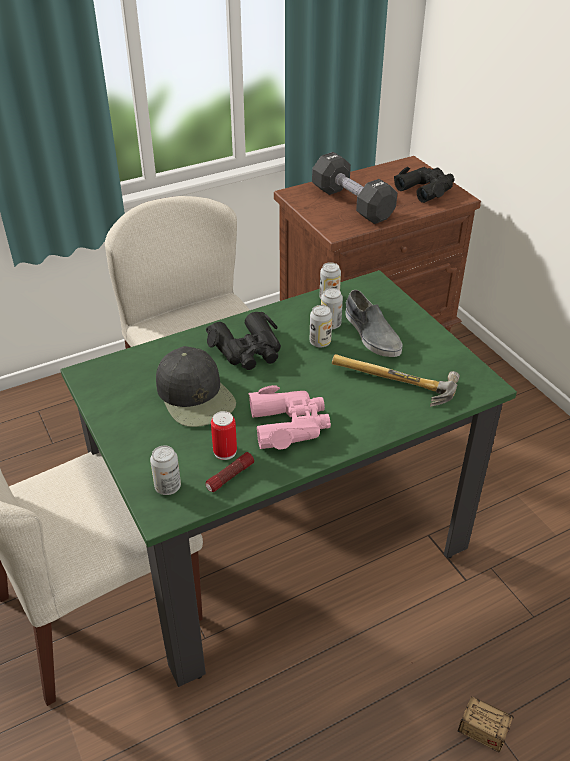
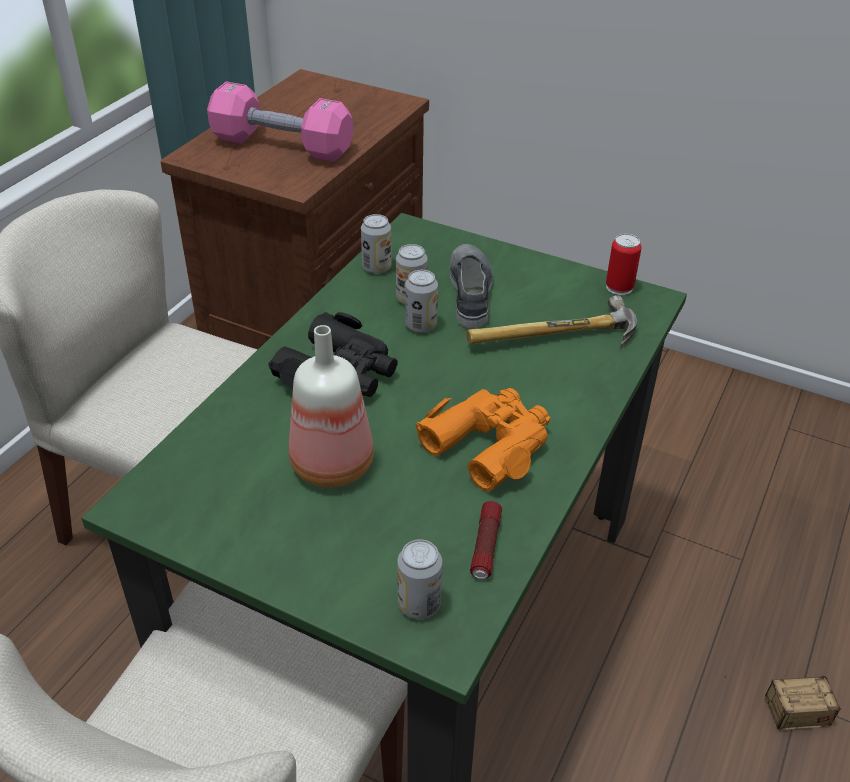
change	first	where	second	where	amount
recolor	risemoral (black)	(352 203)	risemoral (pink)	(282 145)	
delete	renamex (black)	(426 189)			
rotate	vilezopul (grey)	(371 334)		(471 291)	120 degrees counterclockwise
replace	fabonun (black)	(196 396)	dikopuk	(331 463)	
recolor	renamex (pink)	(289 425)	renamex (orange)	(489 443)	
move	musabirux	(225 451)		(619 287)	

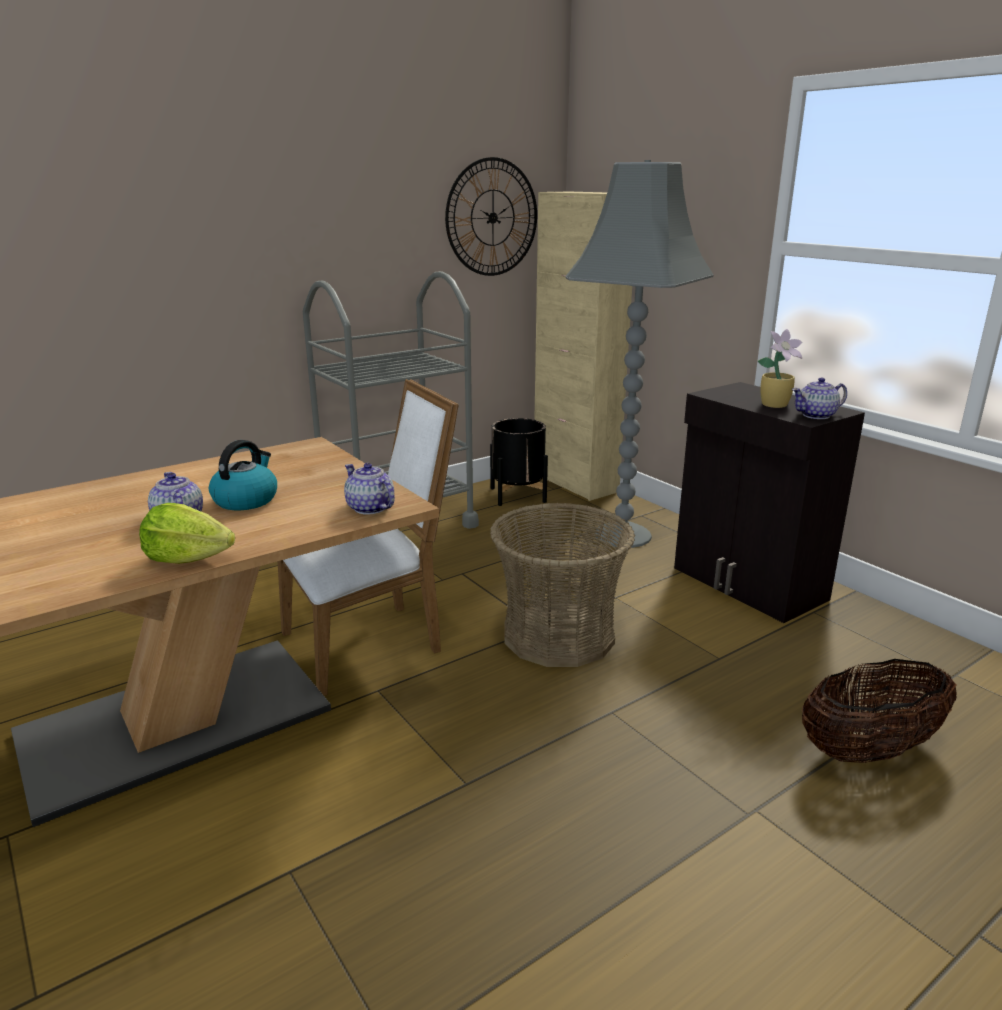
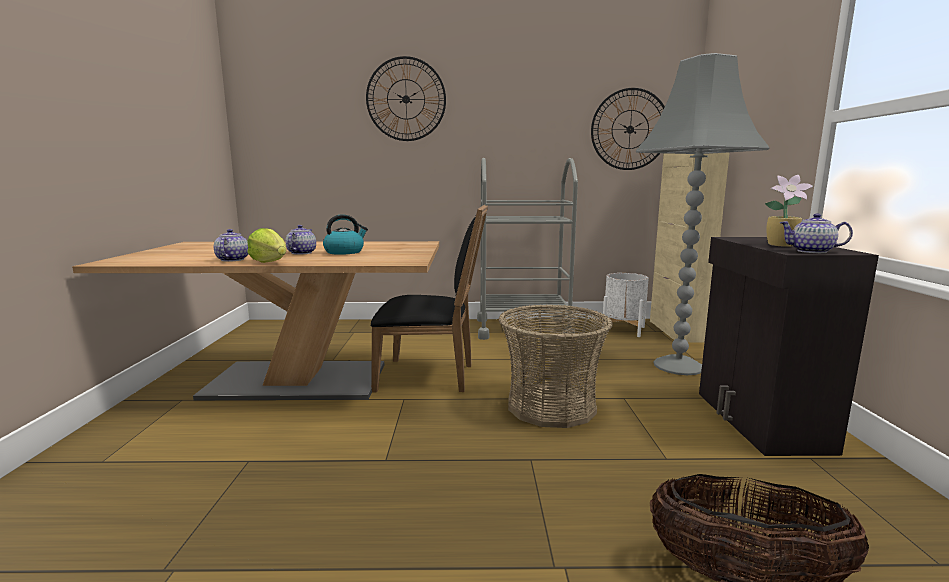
change	first	where	second	where	amount
recolor	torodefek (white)	(371 642)	torodefek (black)	(432 376)	
recolor	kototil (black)	(518 495)	kototil (white)	(623 329)	
move	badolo	(370 508)		(232 260)	
insert			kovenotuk	(406 99)	

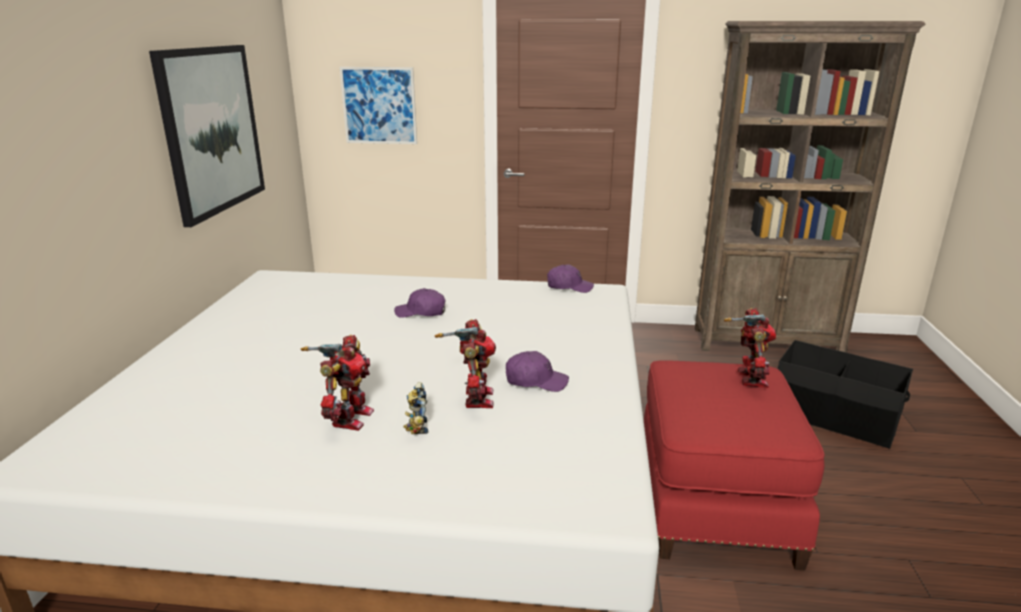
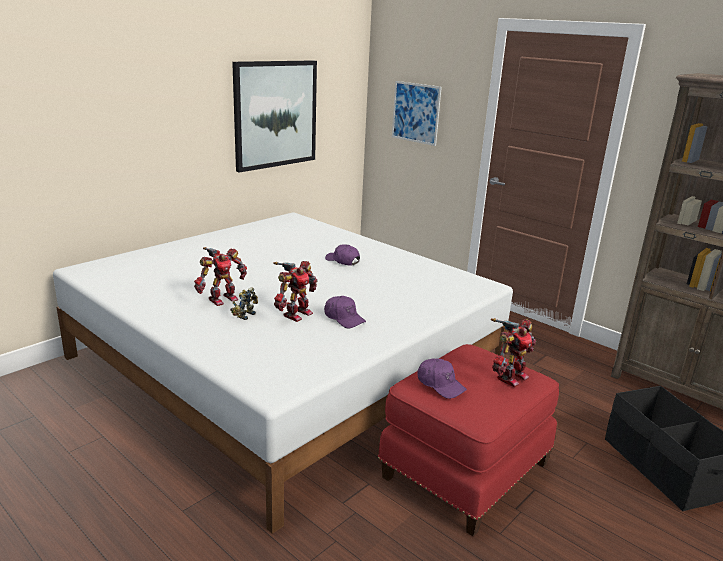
change	first	where	second	where	amount
move	fabonun (purple)	(569 287)		(440 384)	

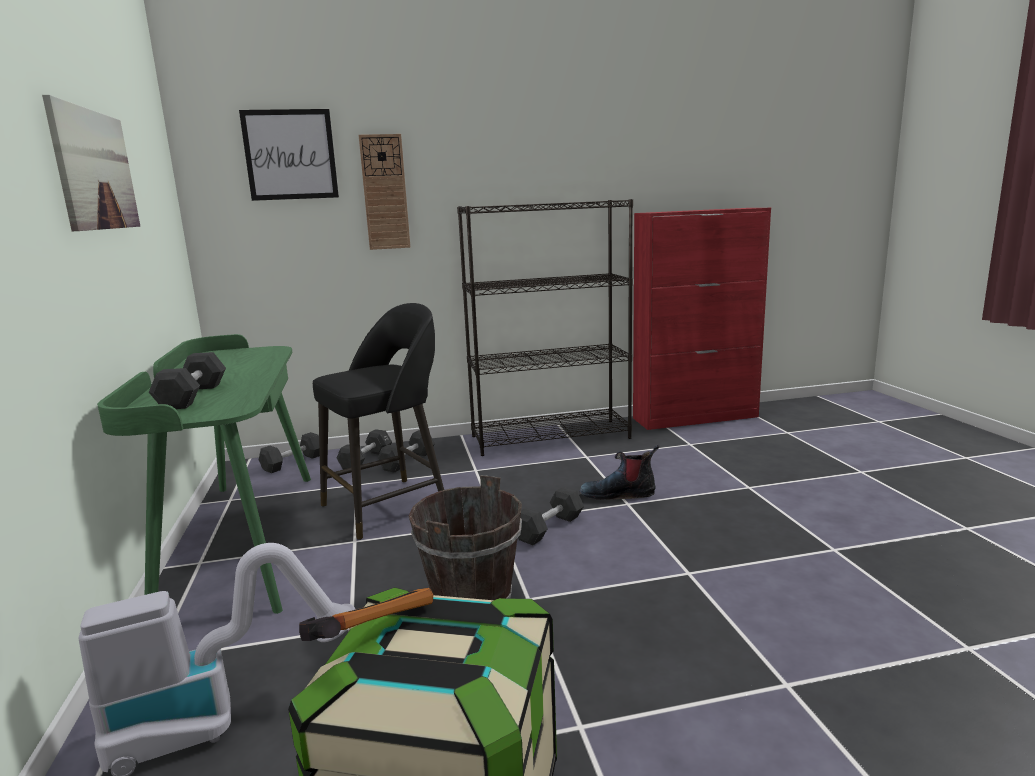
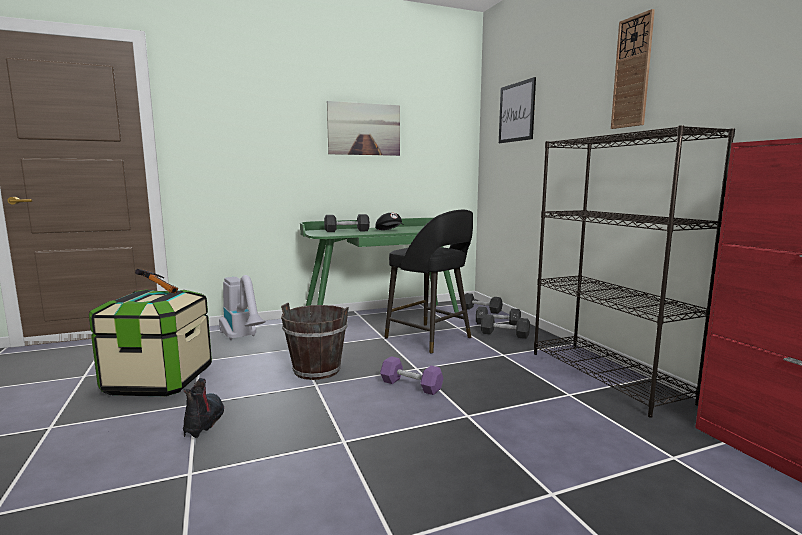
change	first	where	second	where	amount
move	kovenotuk	(385 192)		(632 72)	
move	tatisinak	(618 494)		(204 421)	
recolor	risemoral (black)	(549 528)	risemoral (purple)	(411 385)	
insert			fabonun (black)	(390 231)	

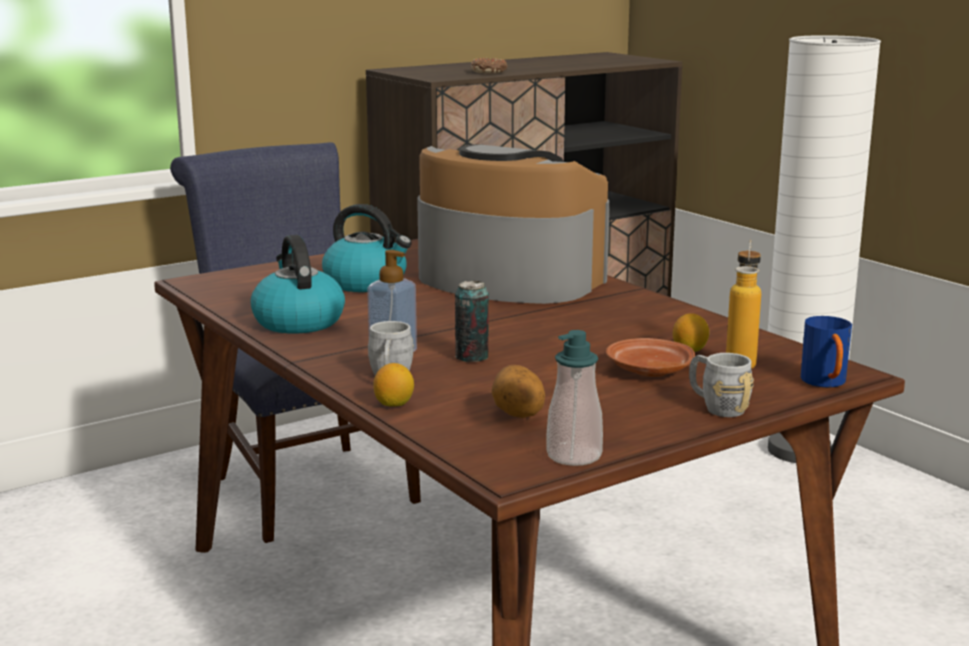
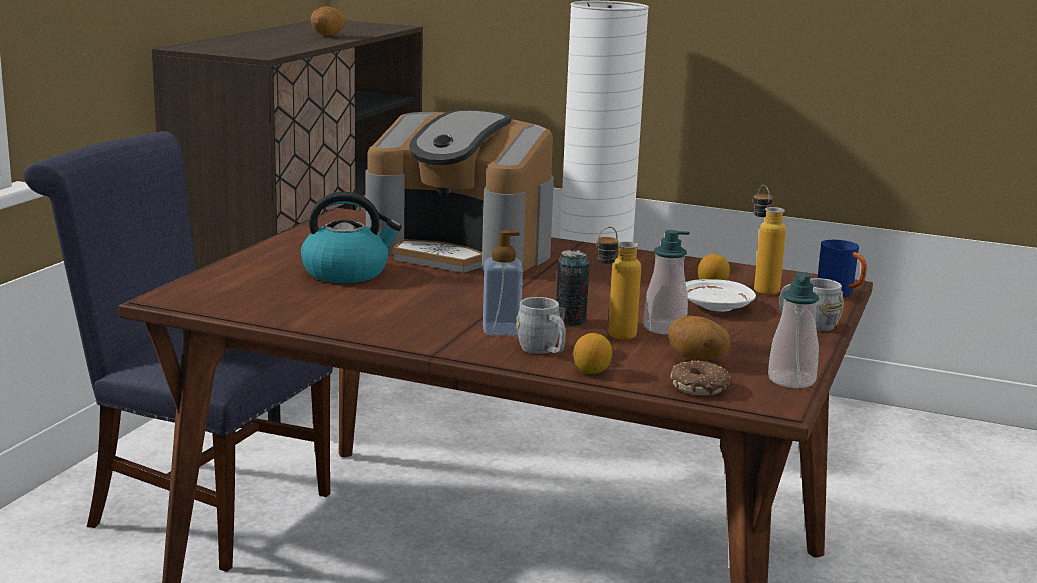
change	first	where	second	where	amount
move	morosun	(489 72)		(700 387)	
rotate	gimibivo	(507 279)		(462 250)	150 degrees counterclockwise
delete	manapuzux	(297 321)			
recolor	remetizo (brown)	(649 370)	remetizo (white)	(715 307)	
insert			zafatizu	(327 35)	
insert			dikopuk	(612 338)	
insert			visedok	(664 328)	

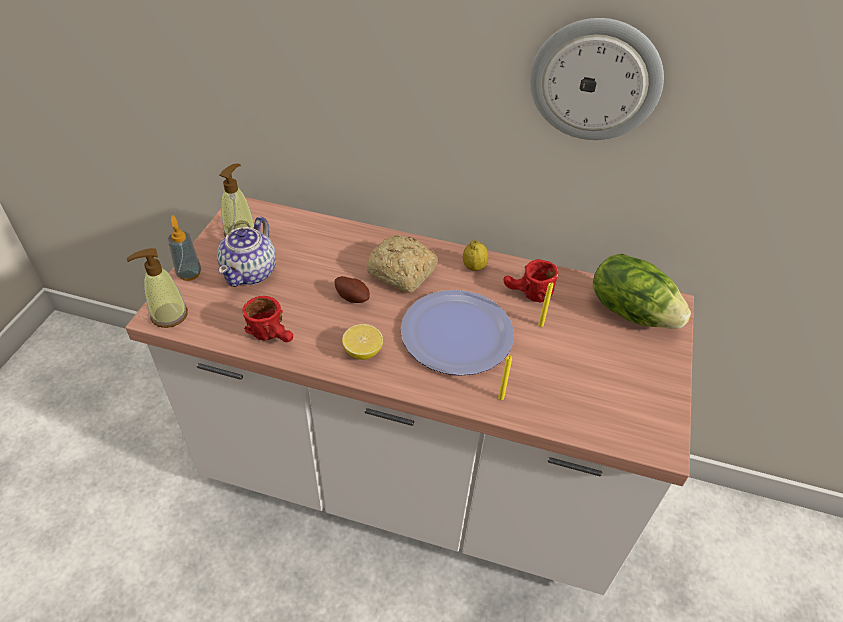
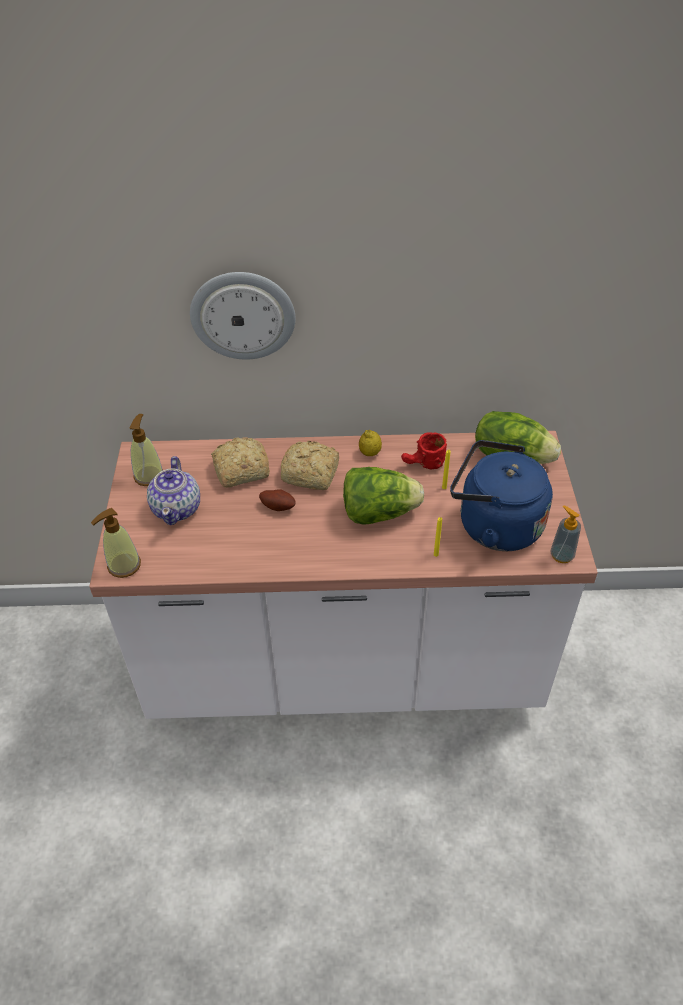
change	first	where	second	where	amount
move	kovenotuk	(595 80)		(243 315)	
move	visedok	(189 273)		(561 555)	
replace	remetizo	(456 333)	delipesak	(379 513)	
delete	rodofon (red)	(274 335)			
delete	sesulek	(363 351)			
insert			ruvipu	(239 470)	
insert			manapuzux (blue)	(494 525)	

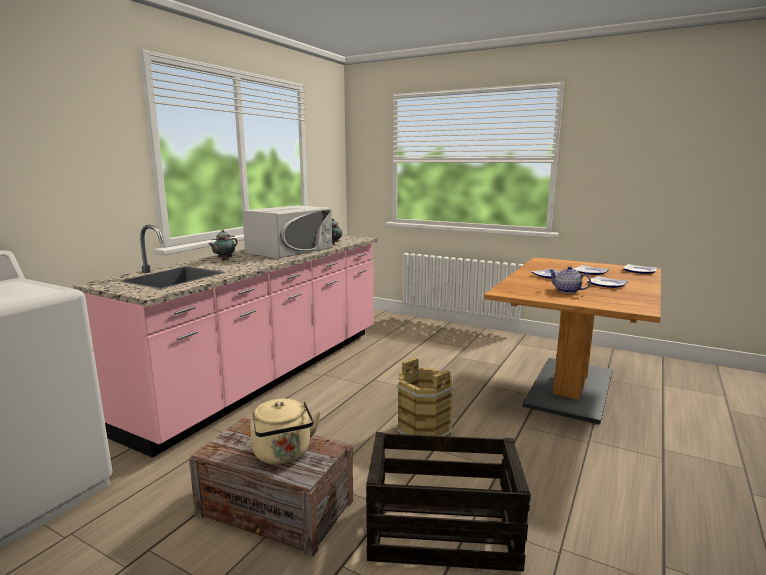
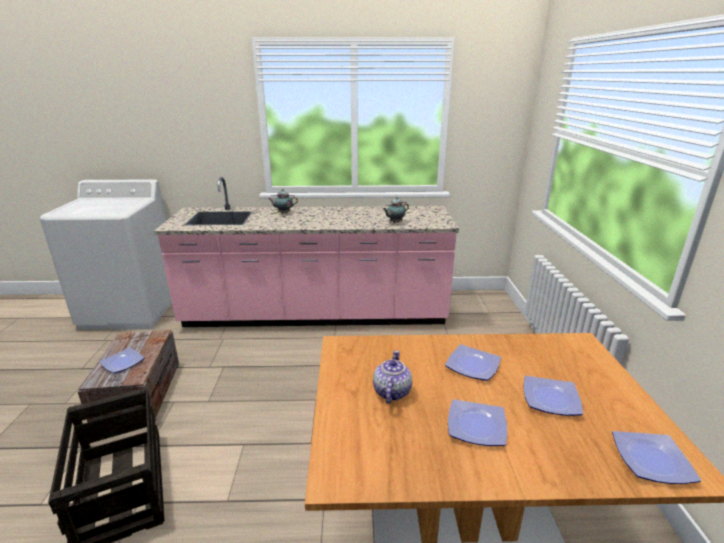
change	first	where	second	where	amount
delete	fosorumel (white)	(290 250)			
delete	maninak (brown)	(424 430)			
replace	manapuzux (beige)	(283 454)	remetizo	(122 363)	

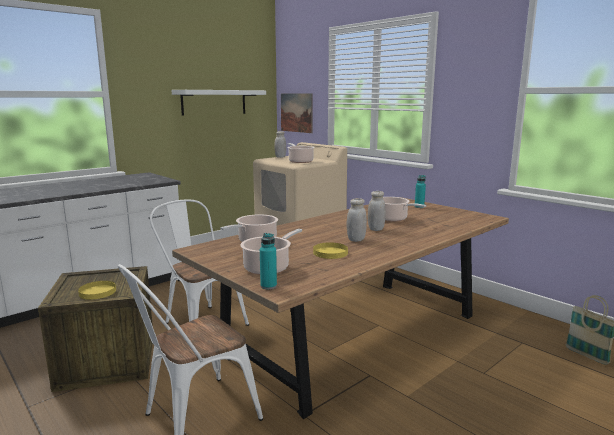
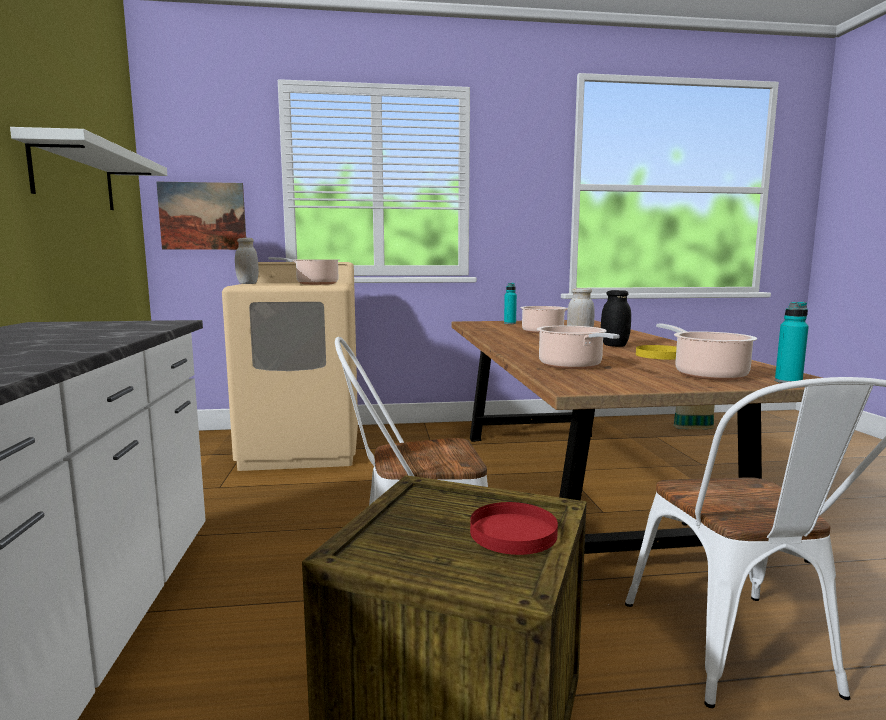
change	first	where	second	where	amount
recolor	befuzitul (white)	(356 239)	befuzitul (black)	(614 345)	
recolor	remetizo (yellow)	(98 292)	remetizo (red)	(513 532)	

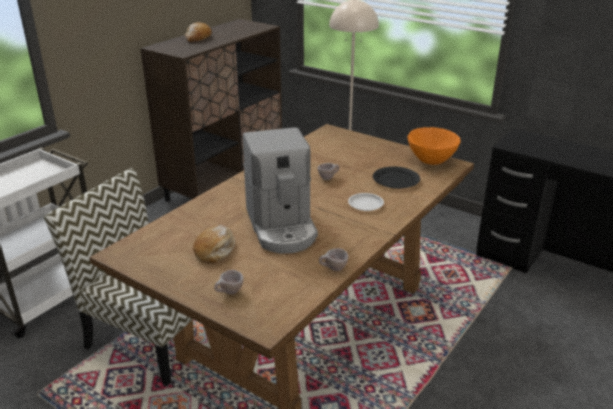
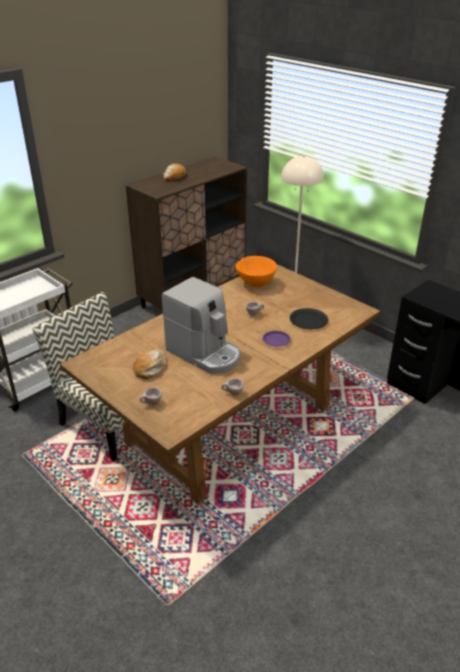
change	first	where	second	where	amount
rotate	gimibivo	(282 226)		(205 353)	45 degrees counterclockwise
move	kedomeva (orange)	(431 161)		(255 283)	
recolor	remetizo (white)	(366 204)	remetizo (purple)	(276 340)	

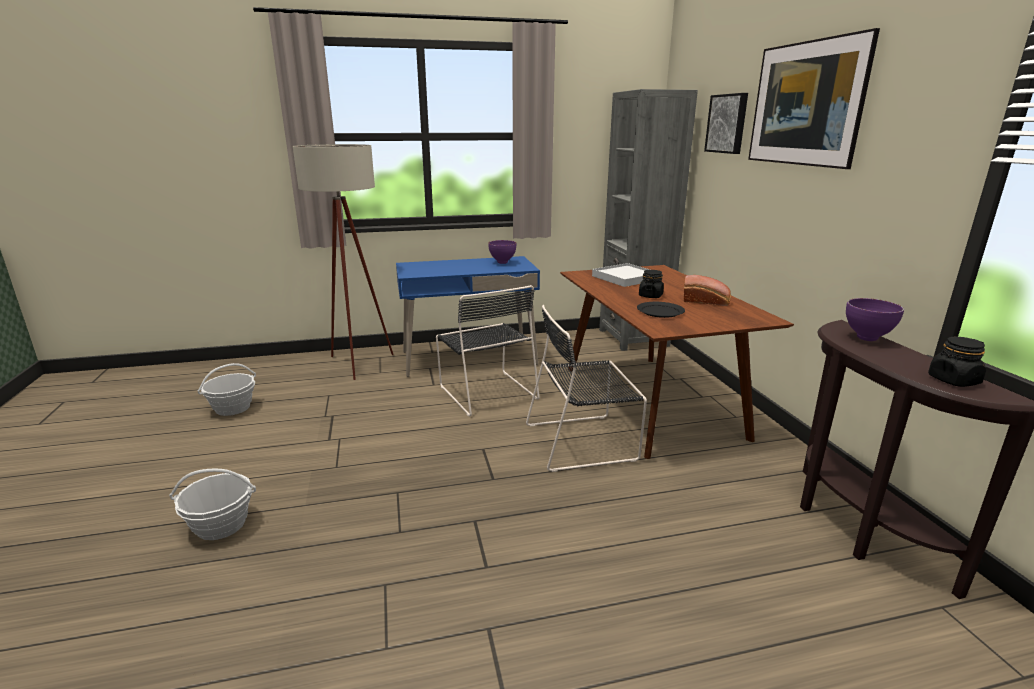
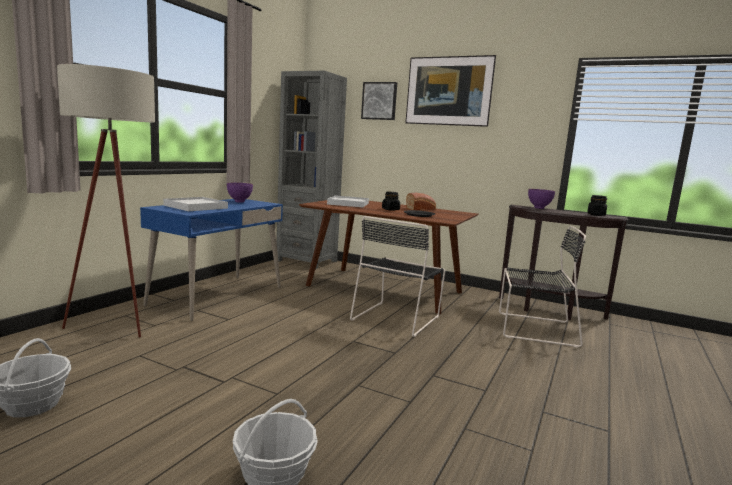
change	first	where	second	where	amount
move	torodefek (black)	(486 391)		(533 328)	
insert			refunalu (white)	(196 207)	

